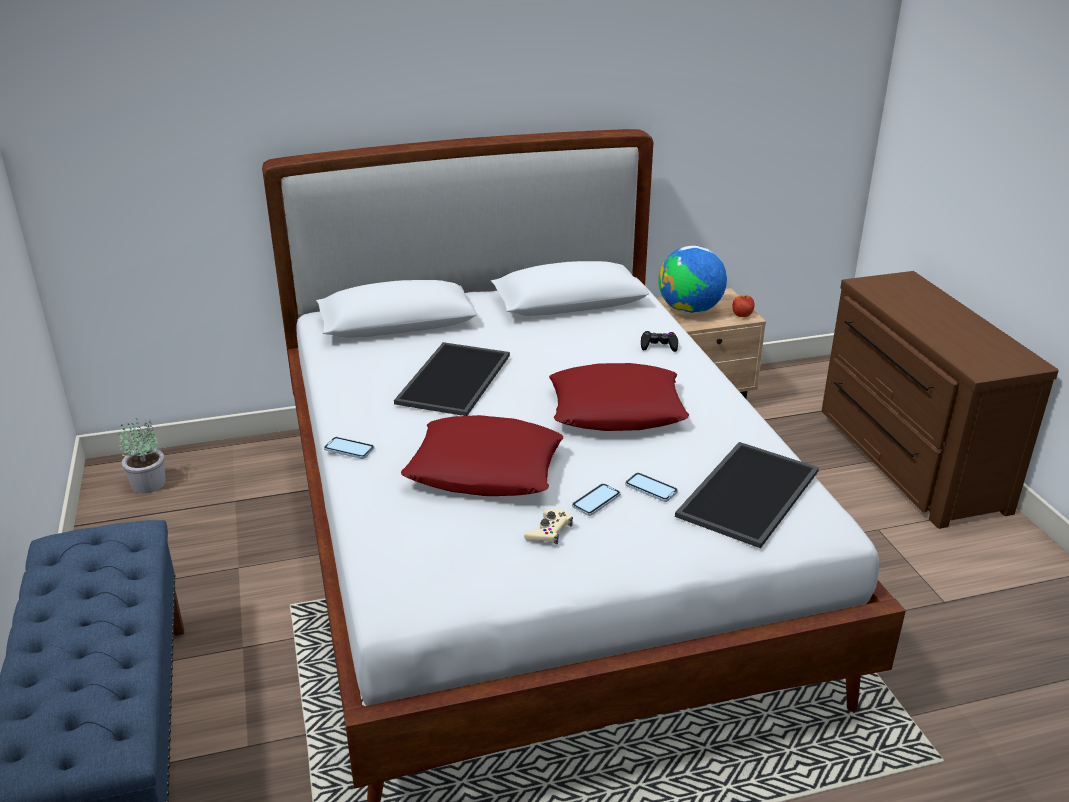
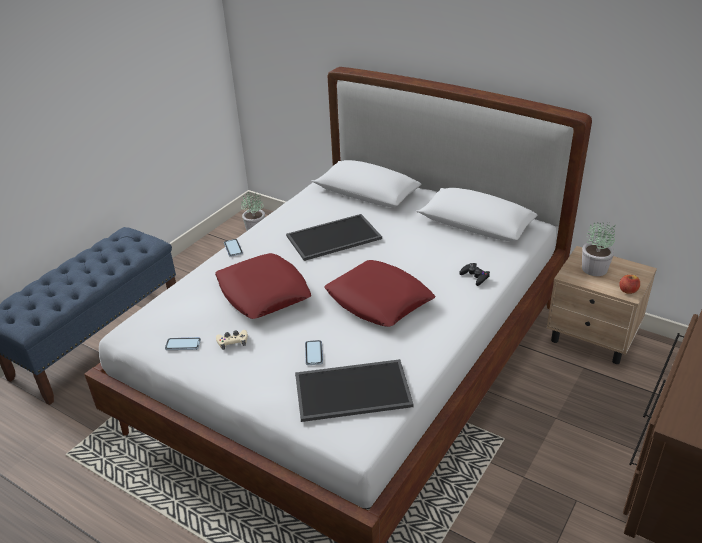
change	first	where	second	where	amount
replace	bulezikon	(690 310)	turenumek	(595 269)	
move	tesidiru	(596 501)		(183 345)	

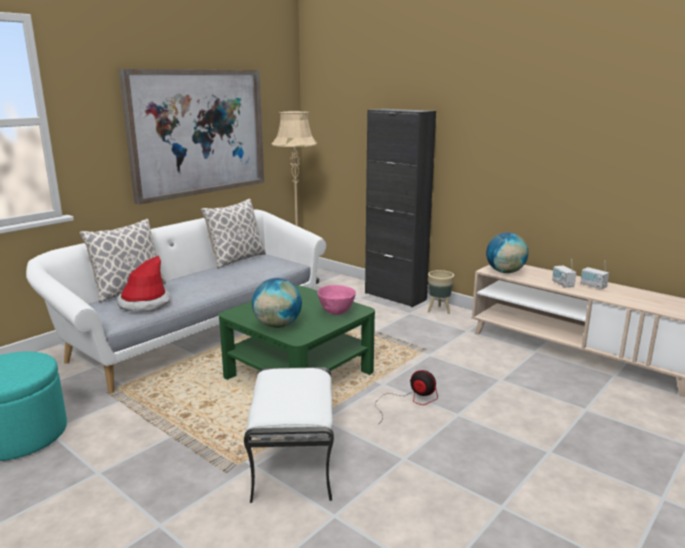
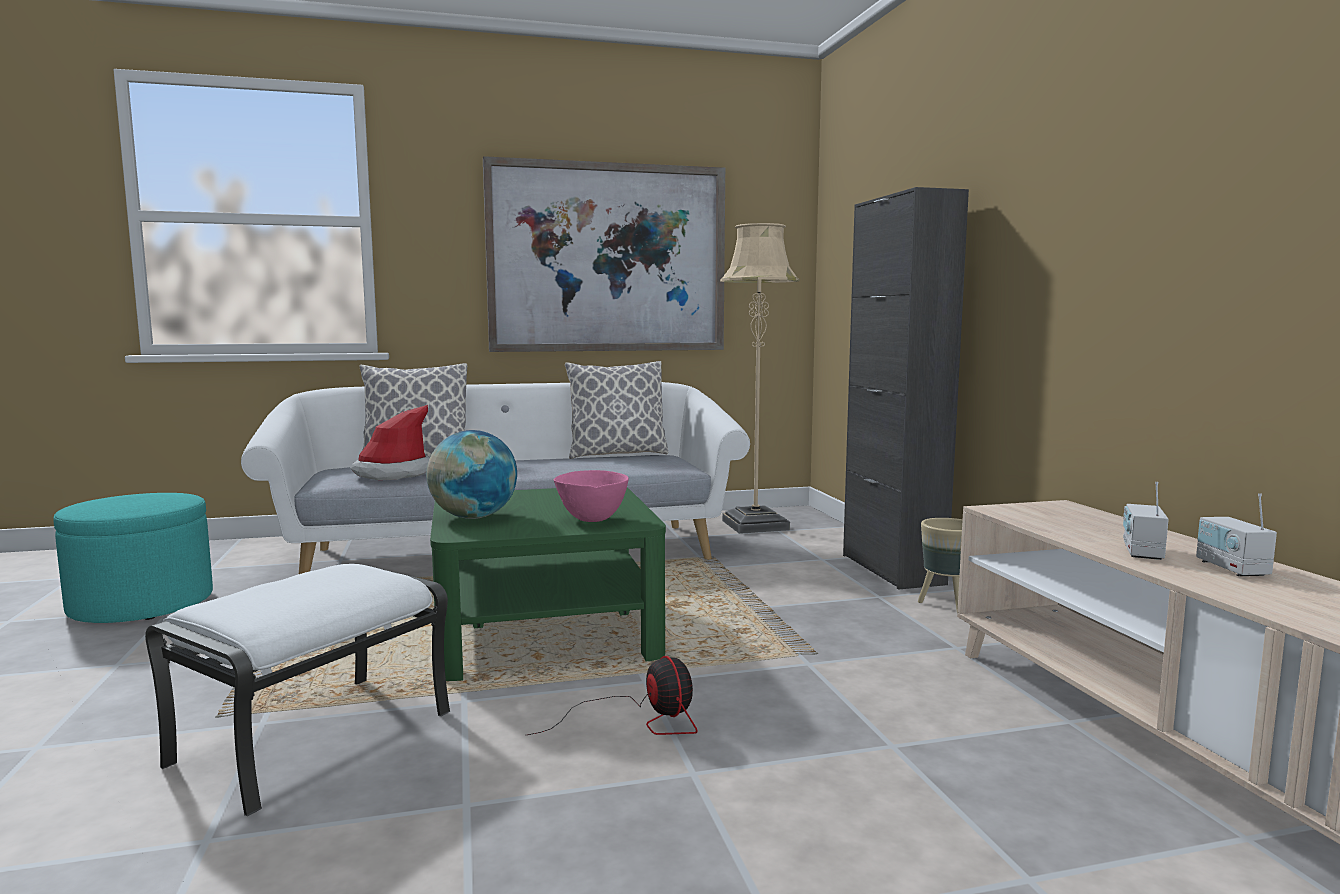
change	first	where	second	where	amount
delete	bulezikon	(505 272)			

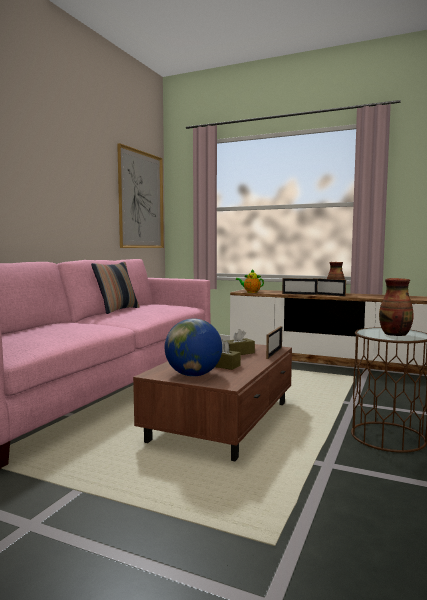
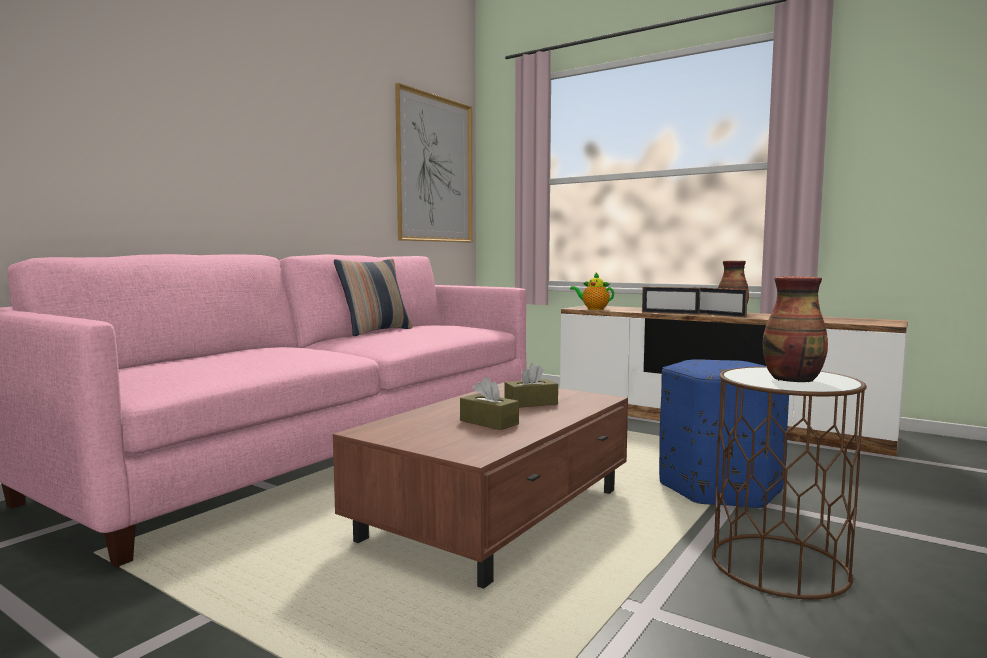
change	first	where	second	where	amount
delete	bulezikon	(193 375)			
delete	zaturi	(274 353)			
insert			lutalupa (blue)	(718 487)	

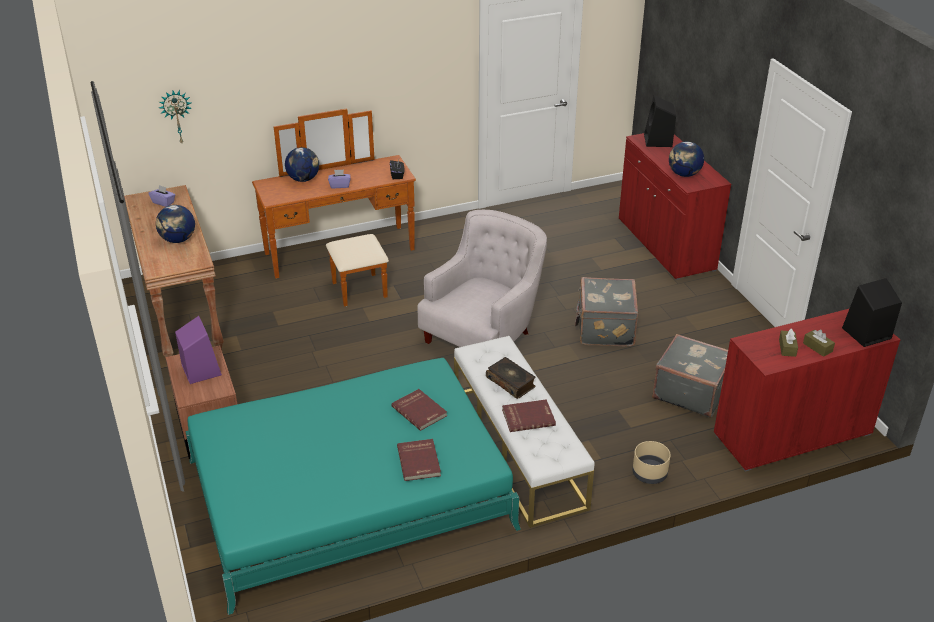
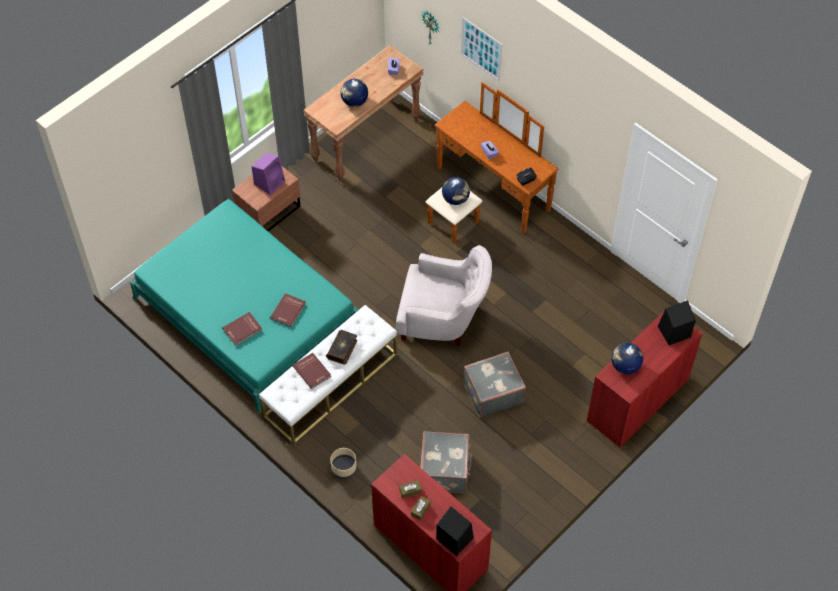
change	first	where	second	where	amount
move	bulezikon	(303 179)		(455 199)	
insert			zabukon	(481 49)	

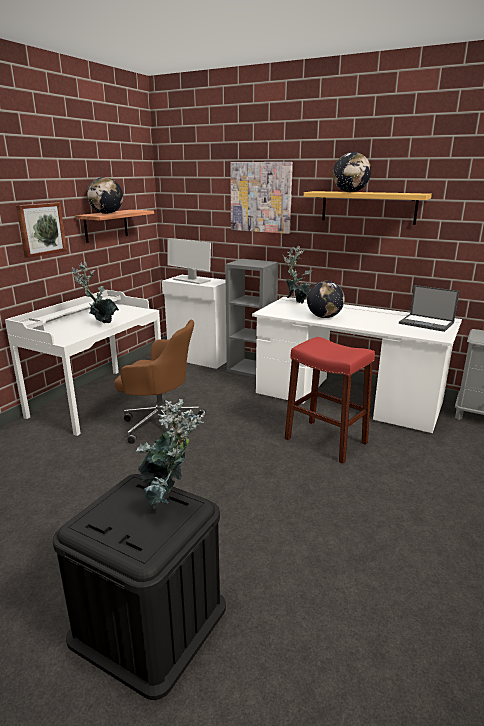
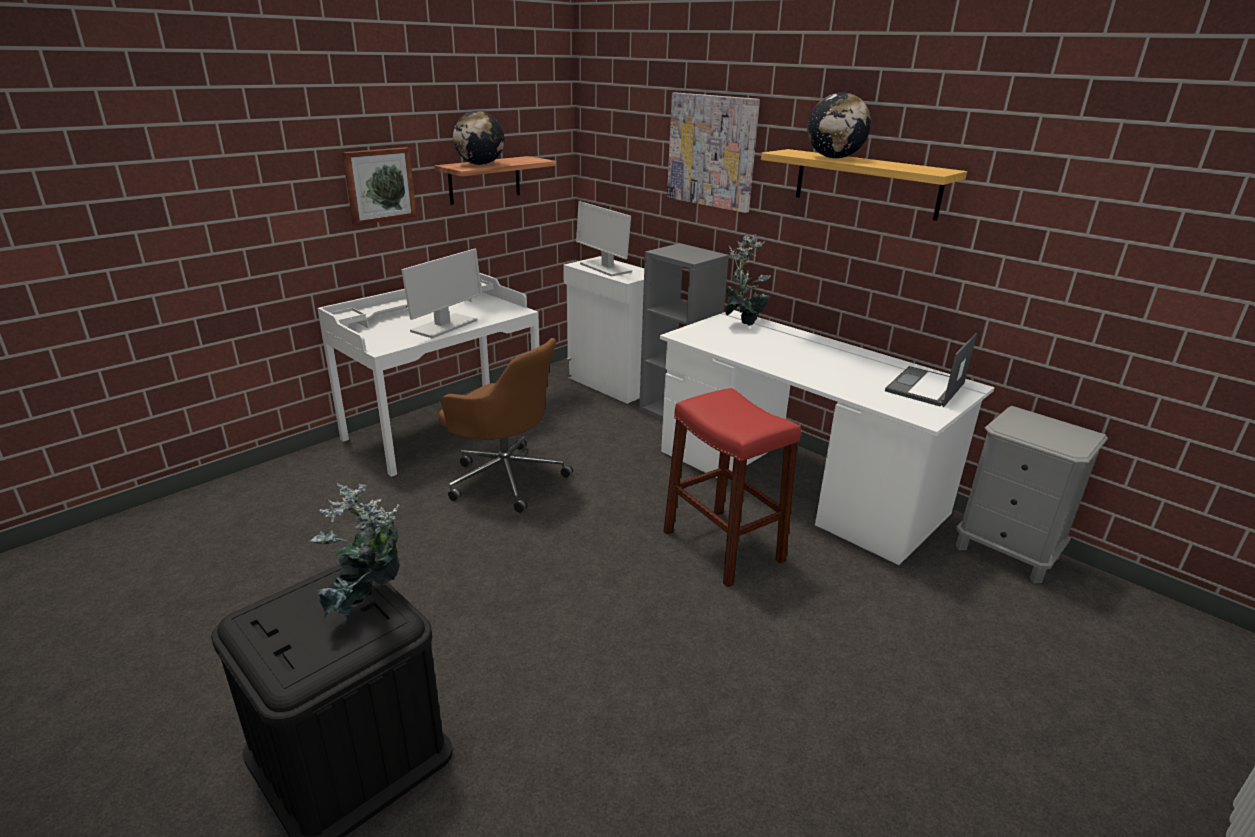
change	first	where	second	where	amount
replace	turenumek	(100 324)	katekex	(444 326)	
delete	bulezikon	(324 317)			
rotate	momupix	(427 323)		(925 388)	75 degrees clockwise

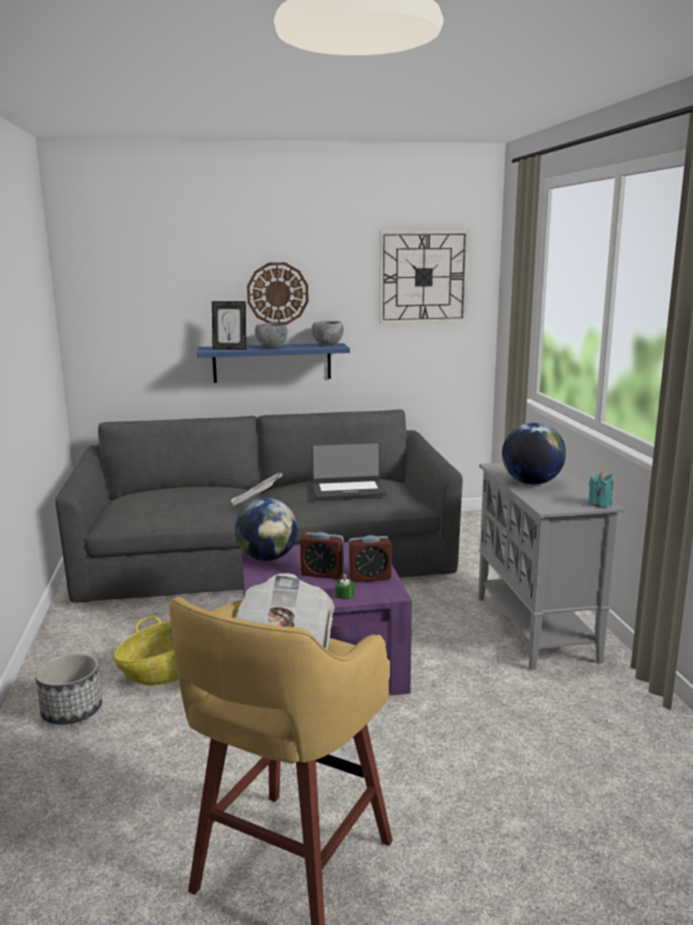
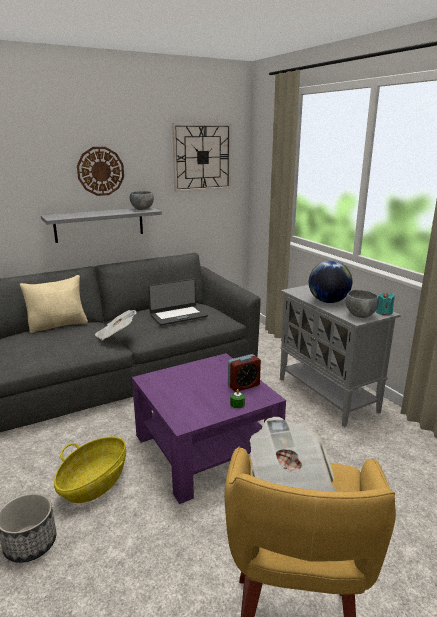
change	first	where	second	where	amount
delete	zaturi	(230 349)			
move	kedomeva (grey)	(271 348)		(359 315)	
recolor	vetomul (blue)	(272 362)	vetomul (grey)	(99 224)	
delete	bulezikon	(267 558)			
delete	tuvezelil	(322 574)			
insert			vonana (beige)	(58 325)	

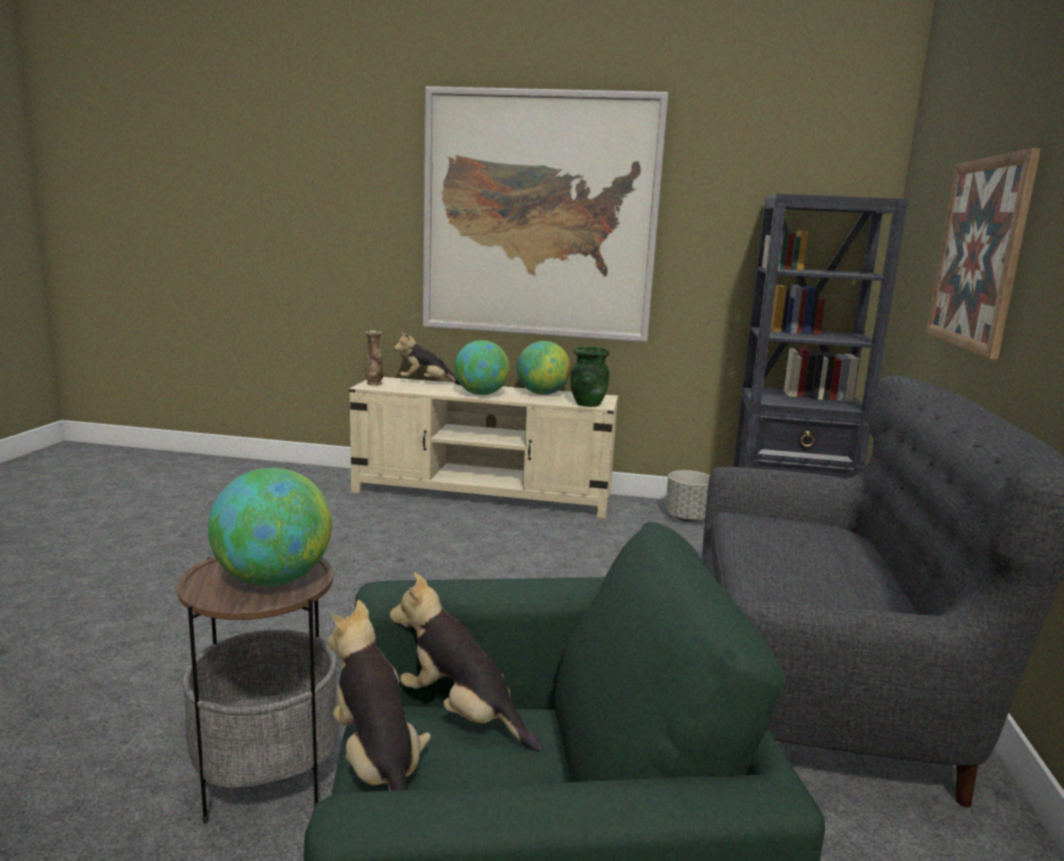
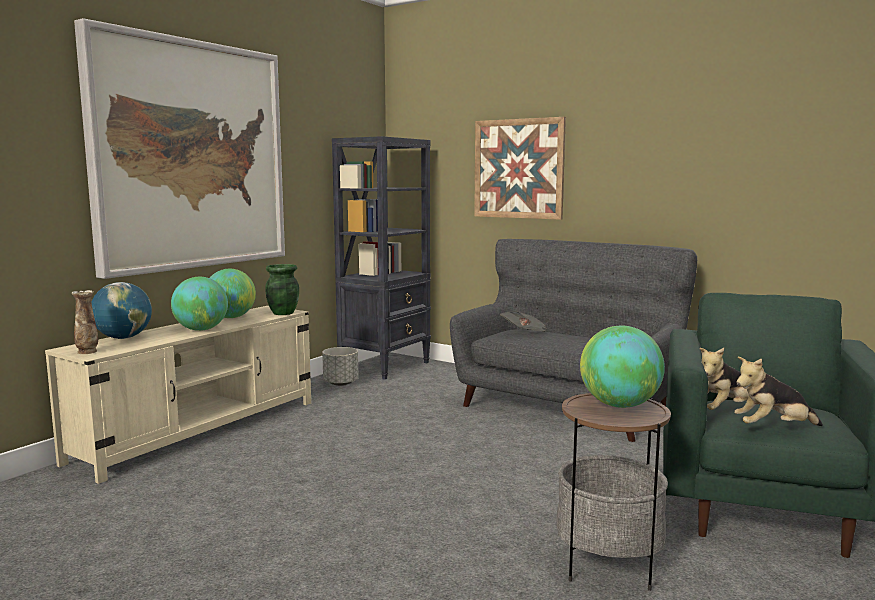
change	first	where	second	where	amount
replace	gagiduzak	(426 383)	bulezikon	(123 338)	
insert			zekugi	(525 334)	

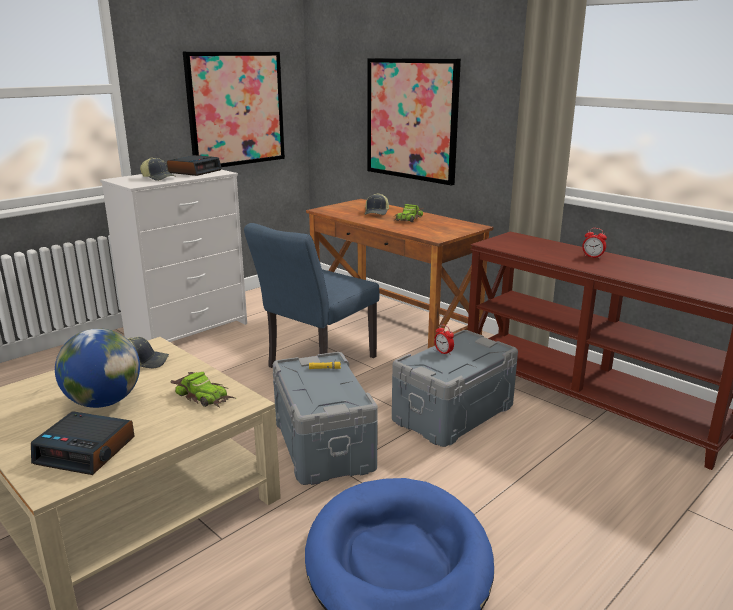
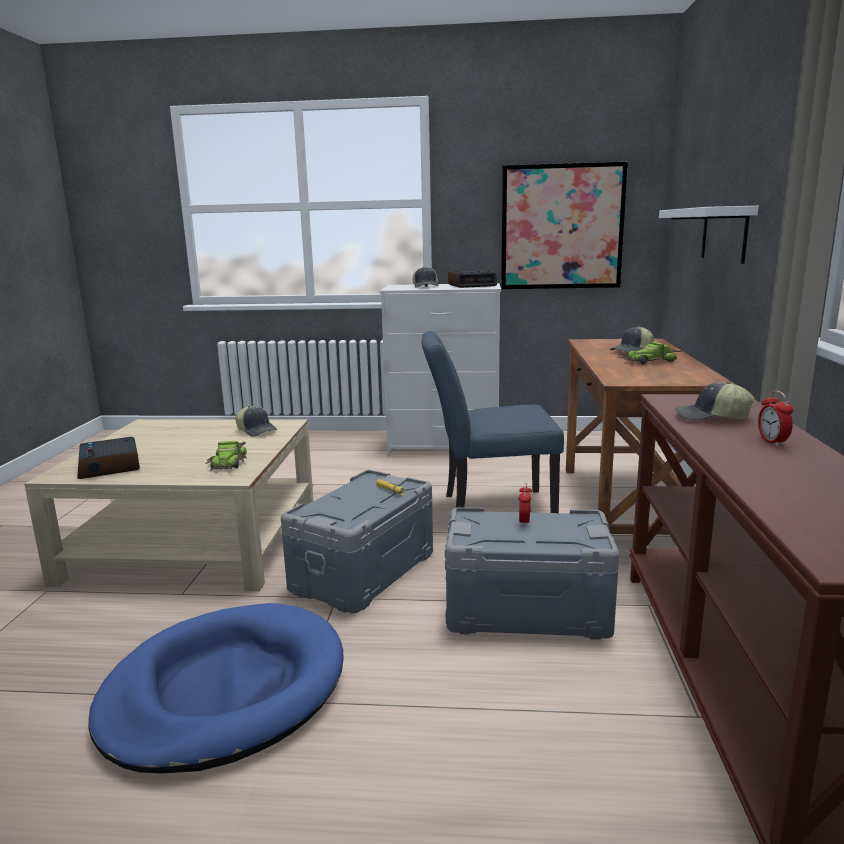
change	first	where	second	where	amount
replace	zabukon	(411 119)	vetomul (white)	(724 234)	
delete	bulezikon	(104 402)			
insert			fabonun	(711 418)	

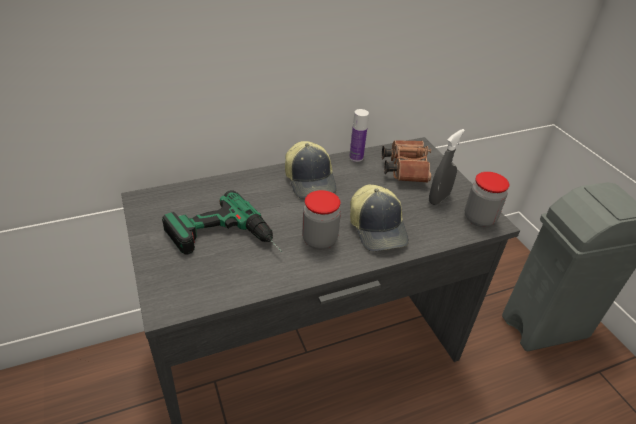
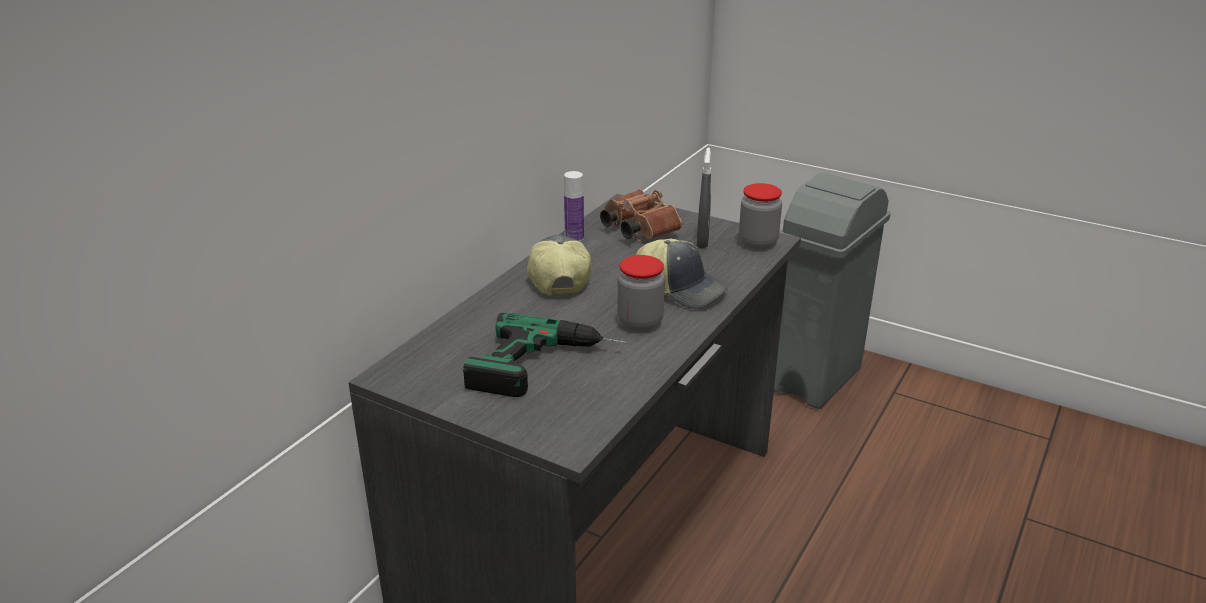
change	first	where	second	where	amount
rotate	fabonun	(311 180)		(557 277)	135 degrees counterclockwise

